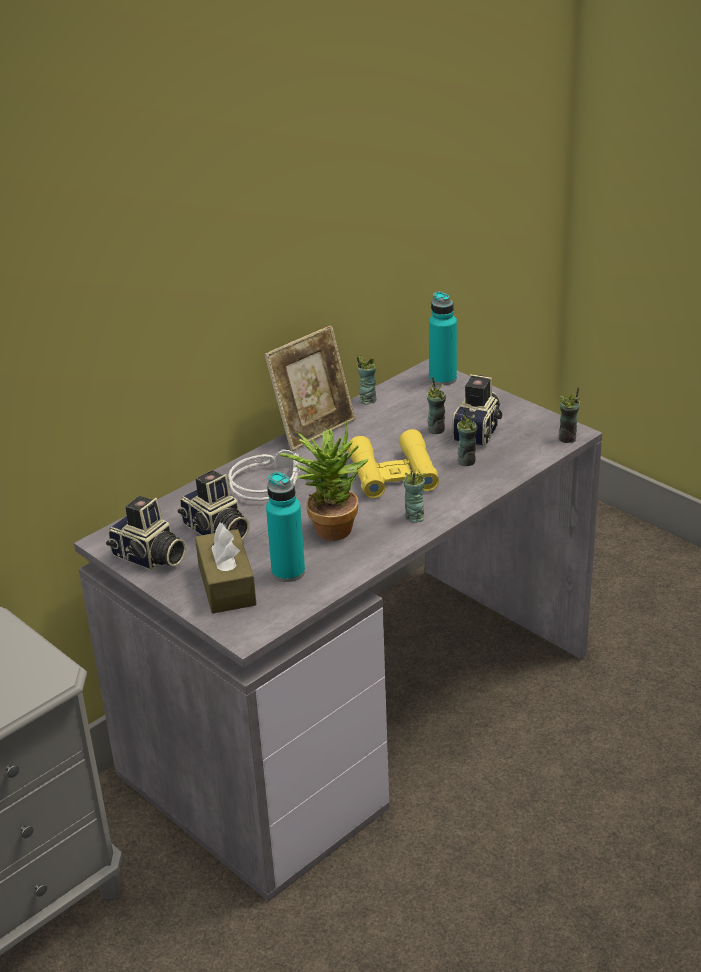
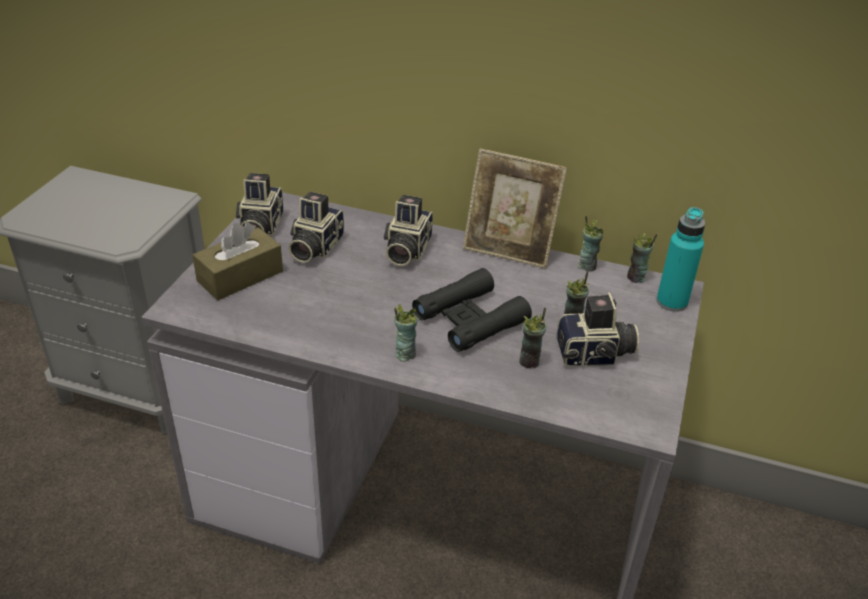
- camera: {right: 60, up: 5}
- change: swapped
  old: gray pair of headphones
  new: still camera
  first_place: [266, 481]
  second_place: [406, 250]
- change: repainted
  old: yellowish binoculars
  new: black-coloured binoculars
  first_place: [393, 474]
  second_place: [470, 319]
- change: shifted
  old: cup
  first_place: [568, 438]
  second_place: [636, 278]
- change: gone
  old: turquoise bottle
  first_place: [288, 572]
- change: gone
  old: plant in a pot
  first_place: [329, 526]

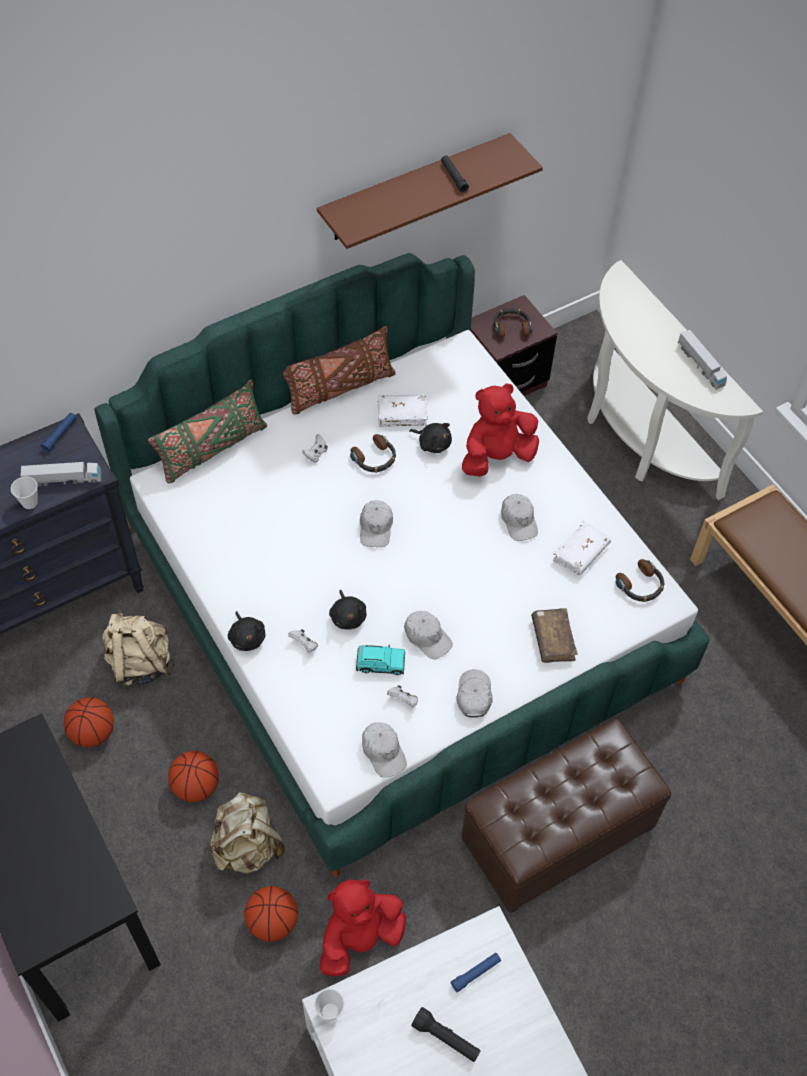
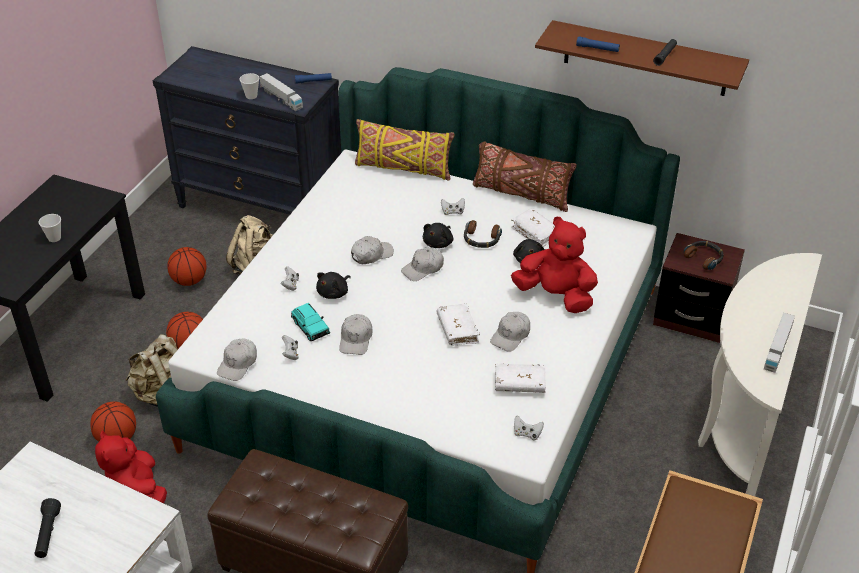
- camera: {right: 55, up: -15}
- change: shifted
  old: cup
  first_place: [330, 1011]
  second_place: [54, 238]
- change: rotated
  old: red cuddly toy
  first_place: [360, 938]
  second_place: [138, 491]
  degrees: -135
- change: shifted
  old: whitish baseball cap
  first_place: [474, 696]
  second_place: [371, 255]
- change: repainted
  old: green-coloured cushion
  new: yellowish cushion
  first_place: [212, 450]
  second_place: [403, 168]
- change: shifted
  old: black-coloured cuddly toy
  first_place: [247, 637]
  second_place: [439, 243]
- change: new
  new: whitish volume
  second_place: [457, 330]
- change: swapped
  old: pair of headphones
  new: whitish game controller
  first_place: [640, 585]
  second_place: [527, 434]
- change: shifted
  old: bluish torch
  first_place: [476, 973]
  second_place: [597, 48]
- change: gone
  old: brown volume
  first_place: [553, 639]

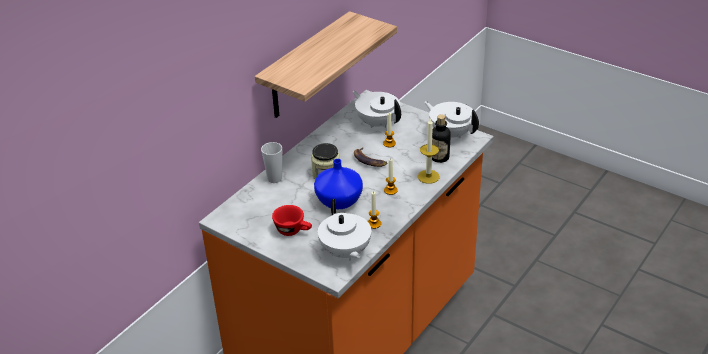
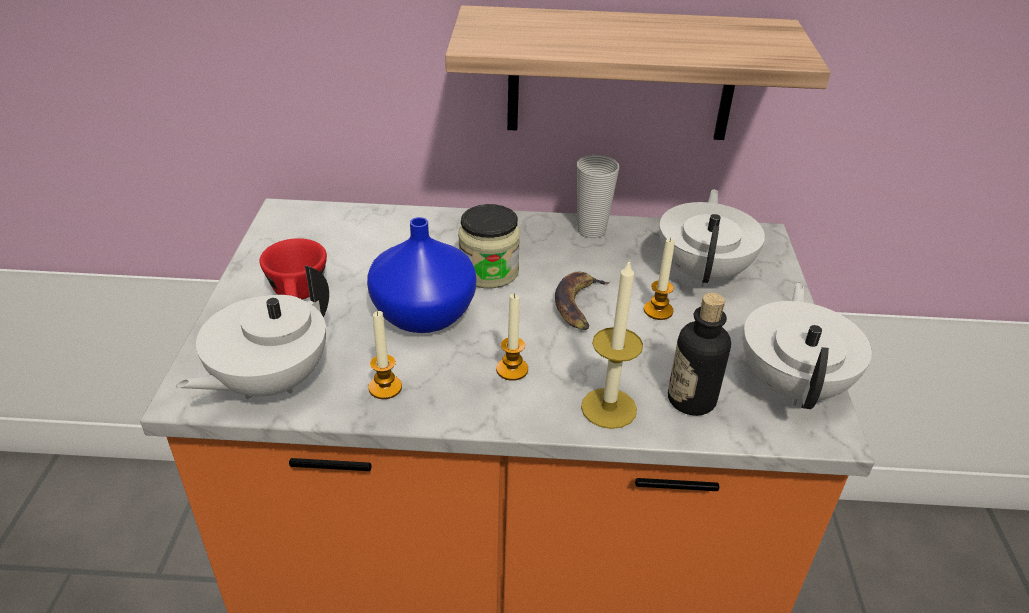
- camera: {right: 55, up: 0}
- change: shifted
  old: cup
  first_place: [274, 178]
  second_place: [591, 230]

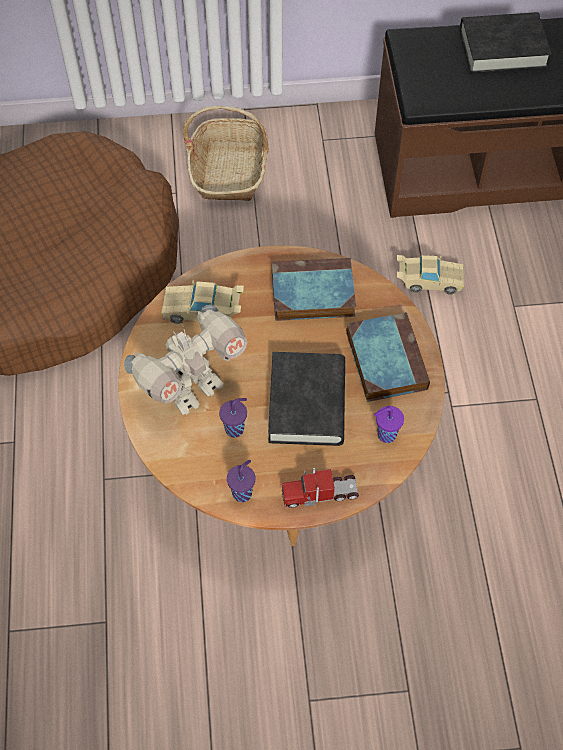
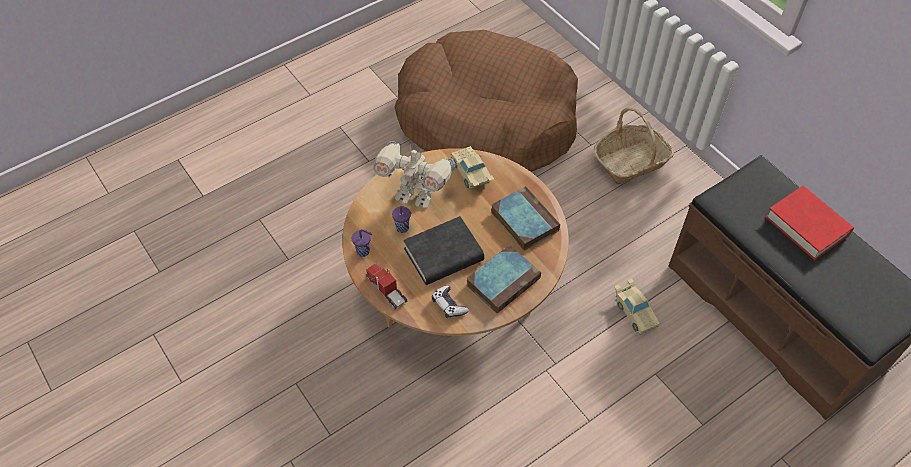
- camera: {right: 60, up: -5}
- change: swapped
  old: purplish cup
  new: game controller
  first_place: [385, 435]
  second_place: [449, 305]
- change: repainted
  old: black-coloured volume
  new: red volume
  first_place: [502, 48]
  second_place: [806, 226]

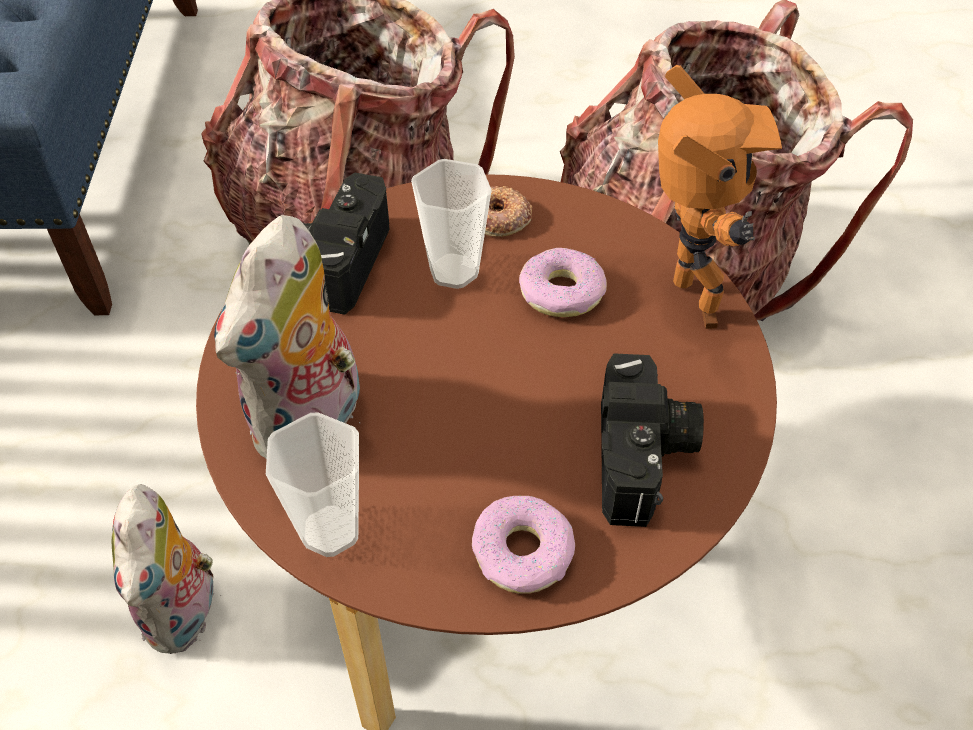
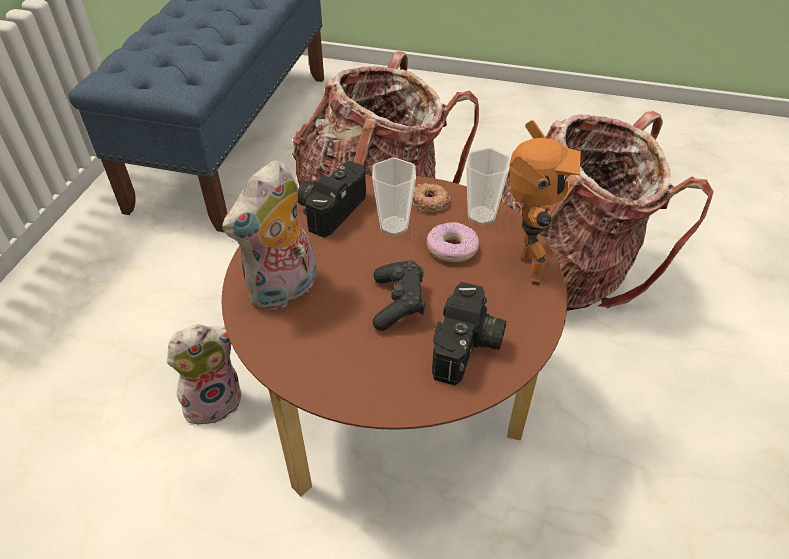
- camera: {right: 15, up: -5}
- change: rotated
  old: cuddly toy
  first_place: [186, 613]
  second_place: [214, 400]
  degrees: -135
- change: new
  new: black-coloured game controller
  second_place: [398, 303]
- change: shifted
  old: cup
  first_place: [330, 530]
  second_place: [481, 215]
- change: gone
  old: doughnut
  first_place: [523, 552]

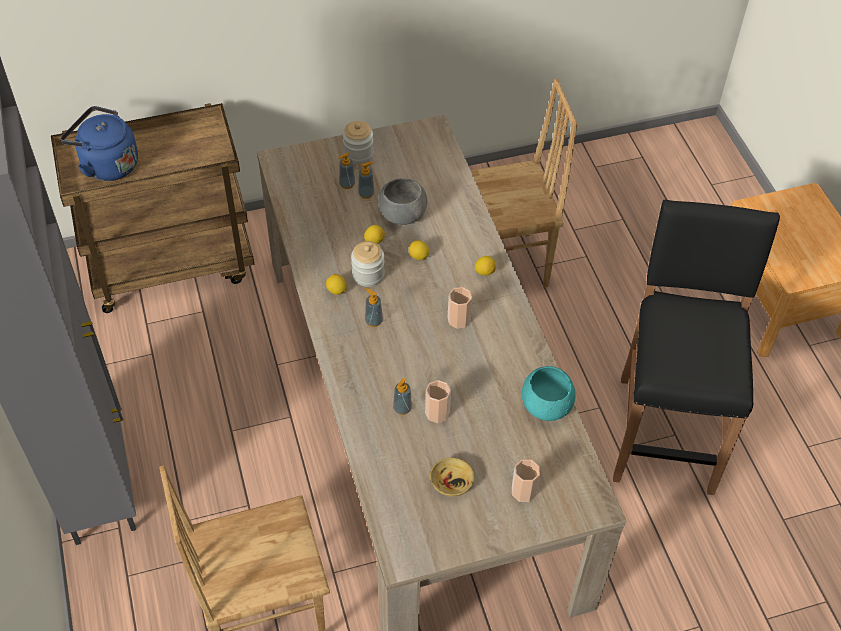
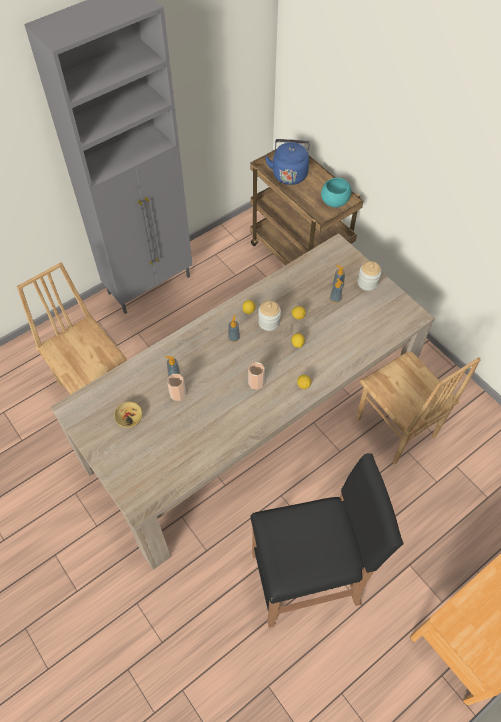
- camera: {right: 70, up: 5}
- change: shifted
  old: turquoise deep dish
  first_place: [546, 406]
  second_place: [335, 202]
- change: gone
  old: gray deep dish
  first_place: [402, 215]
- change: gone
  old: cup
  first_place: [523, 491]

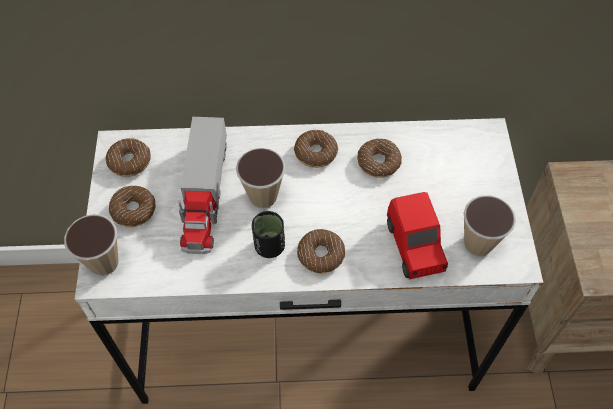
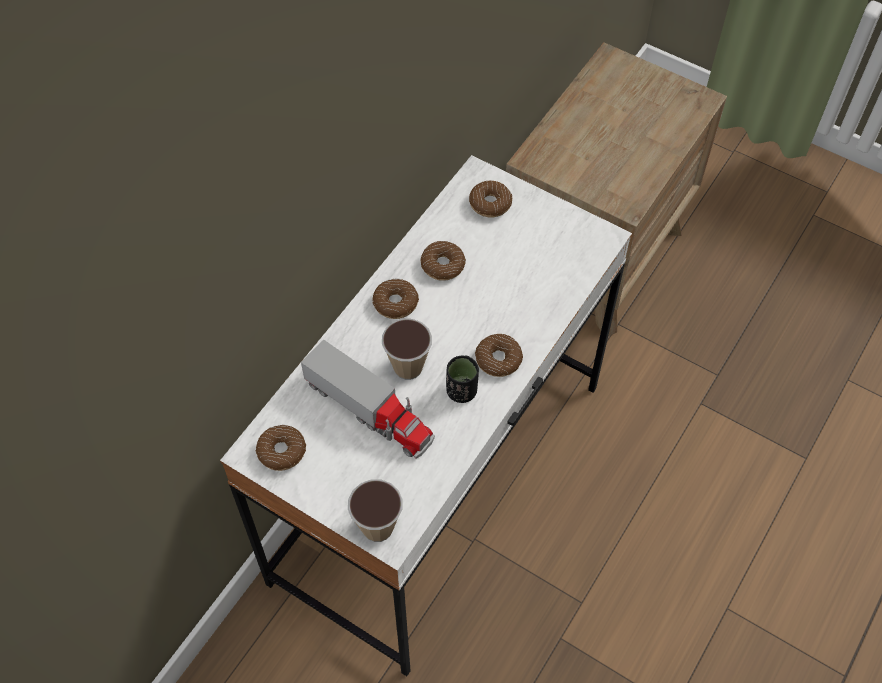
- camera: {right: -55, up: 0}
- change: shifted
  old: doughnut
  first_place: [133, 210]
  second_place: [490, 203]
- change: gone
  old: red miniature car
  first_place: [414, 247]
- change: gone
  old: cup
  first_place: [478, 243]

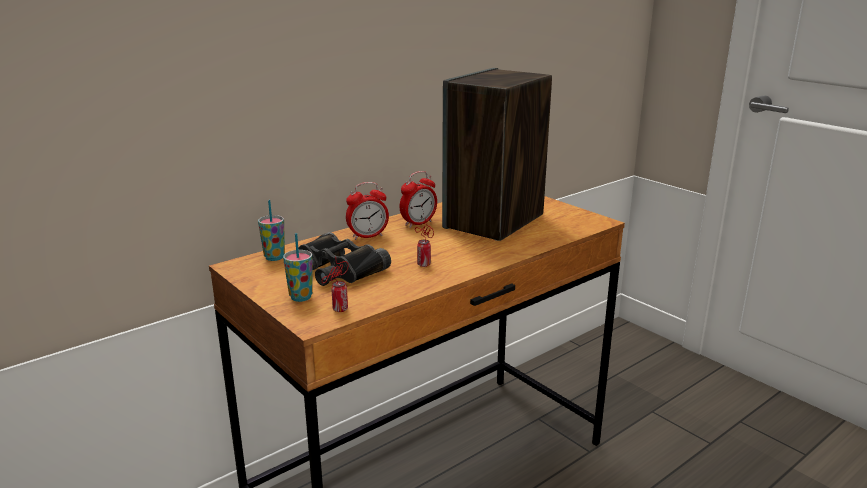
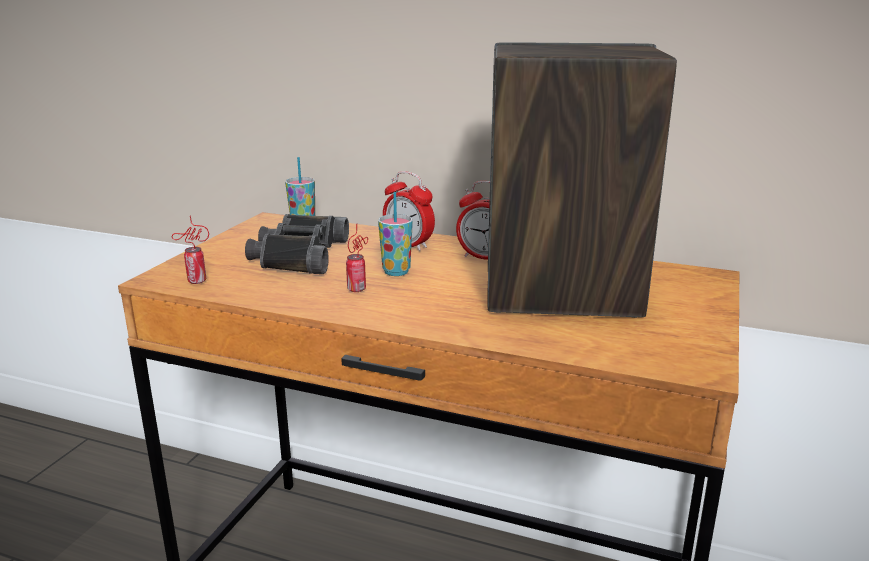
- camera: {right: 60, up: 0}
- change: shifted
  old: cup
  first_place: [301, 297]
  second_place: [396, 272]

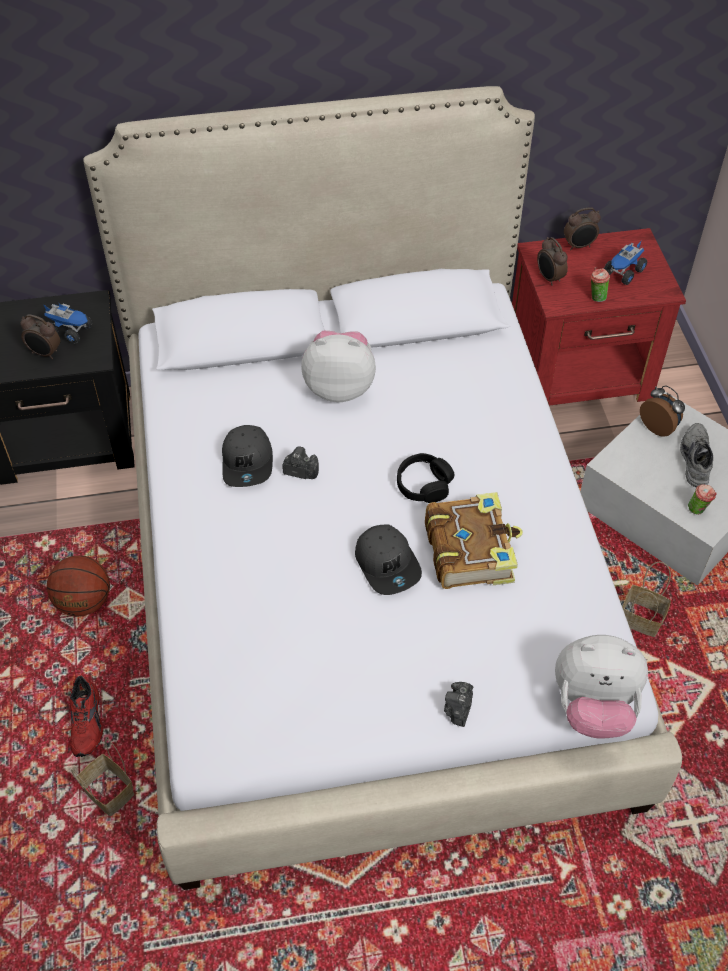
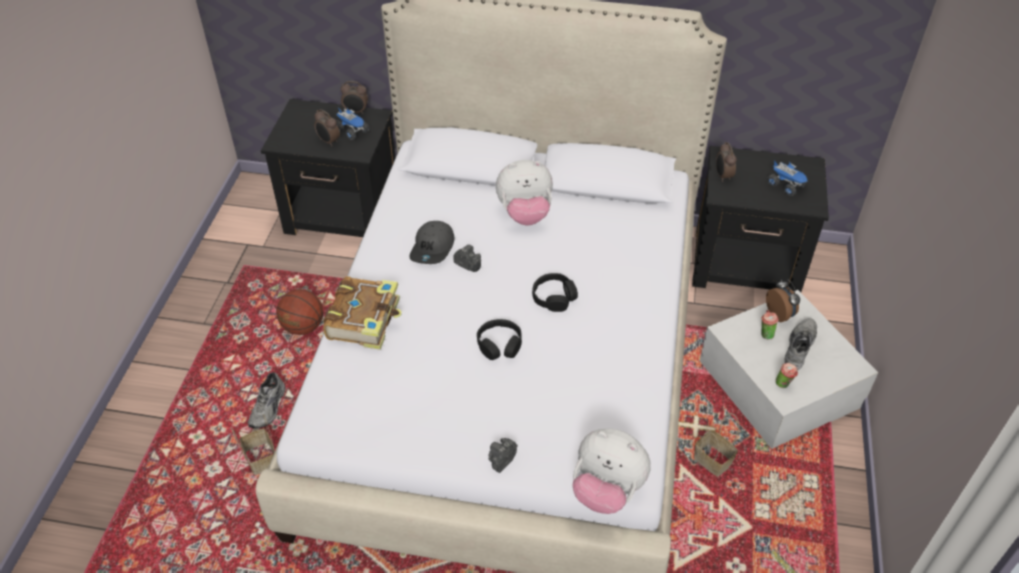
- camera: {right: 20, up: -5}
- change: repainted
  old: red item of footwear
  new: gray item of footwear
  first_place: [88, 722]
  second_place: [269, 407]
- change: shifted
  old: volume
  first_place: [470, 550]
  second_place: [365, 319]
- change: shifted
  old: bedside clock
  first_place: [579, 246]
  second_place: [356, 112]
- change: swapped
  old: gray baseball cap
  new: black-coloured pair of headphones
  first_place: [388, 564]
  second_place: [499, 344]
- change: rotated
  old: cuddly toy
  first_place: [339, 386]
  second_place: [525, 214]
  degrees: 150
- change: repainted
  old: red nightstand
  new: black-coloured nightstand
  first_place: [580, 373]
  second_place: [747, 265]
- change: shifted
  old: cup
  first_place: [596, 297]
  second_place: [765, 334]
- change: rotated
  old: toy lorry
  first_place: [624, 272]
  second_place: [786, 186]
  degrees: -105

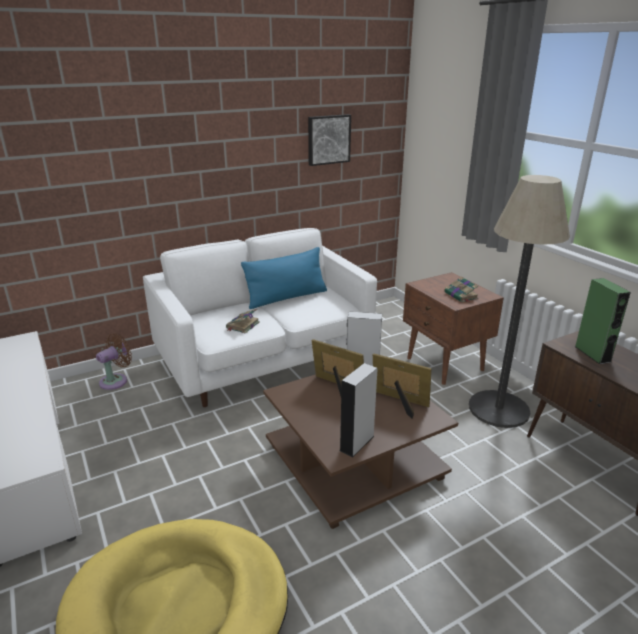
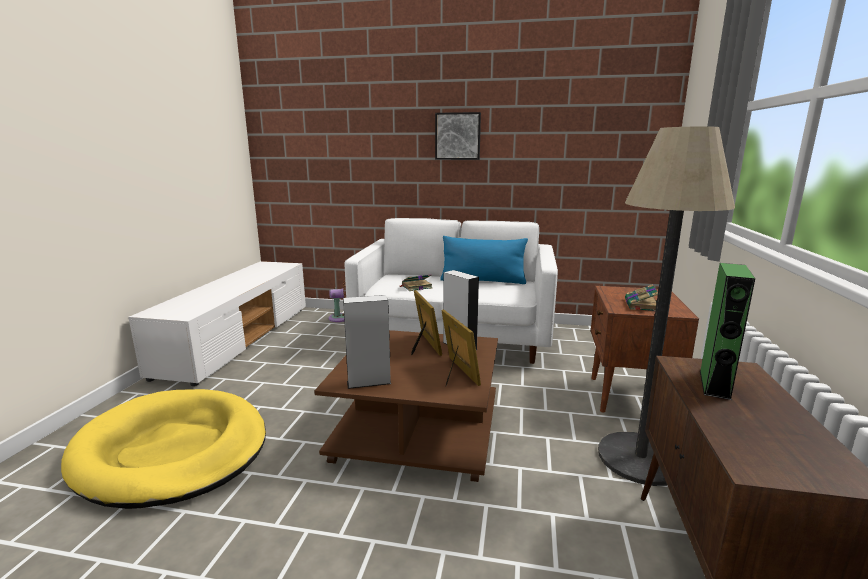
- camera: {right: 40, up: -10}
- change: shifted
  old: wall art
  first_place: [328, 139]
  second_place: [458, 136]

